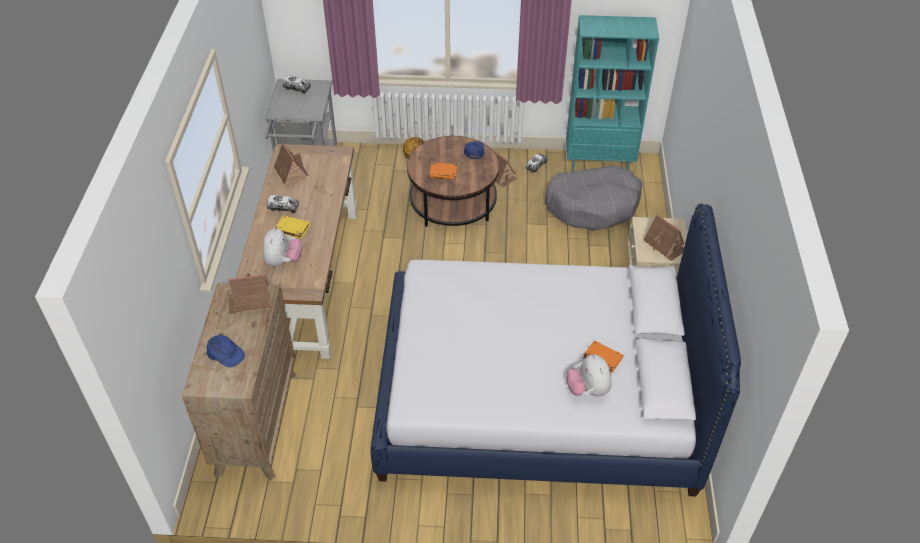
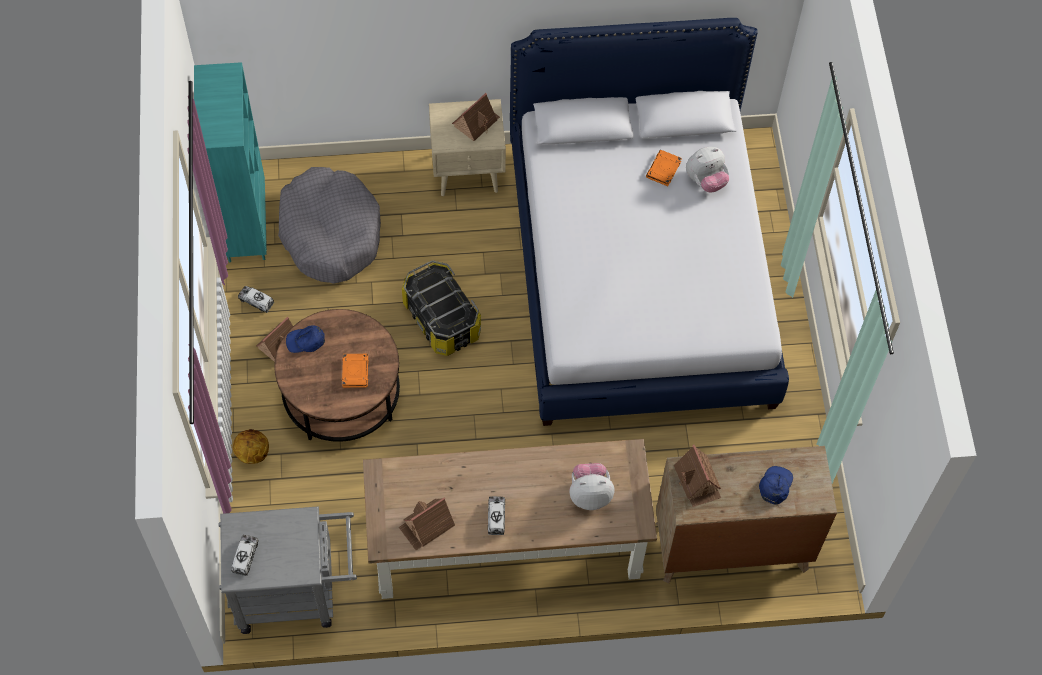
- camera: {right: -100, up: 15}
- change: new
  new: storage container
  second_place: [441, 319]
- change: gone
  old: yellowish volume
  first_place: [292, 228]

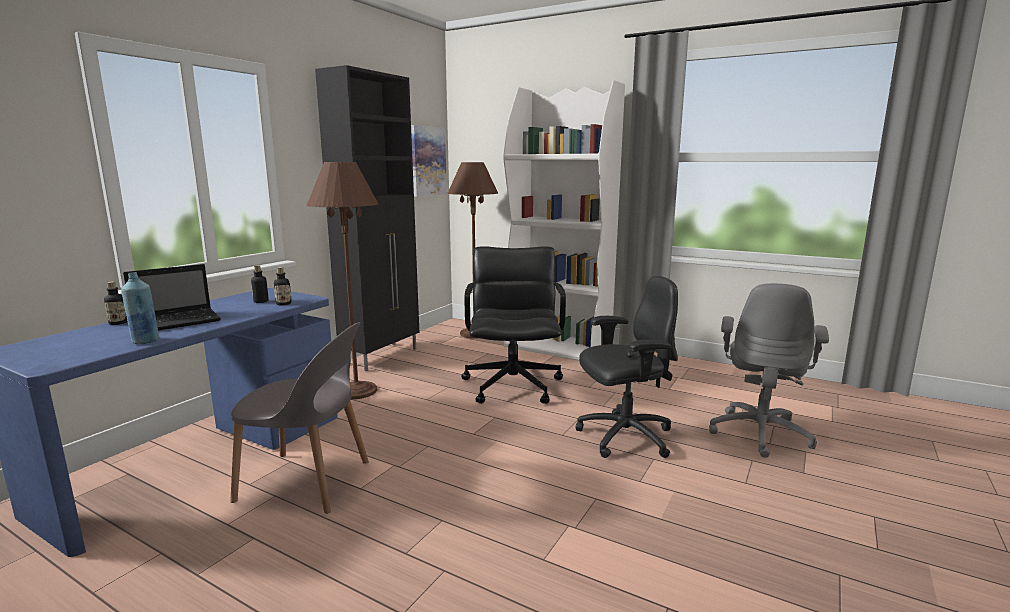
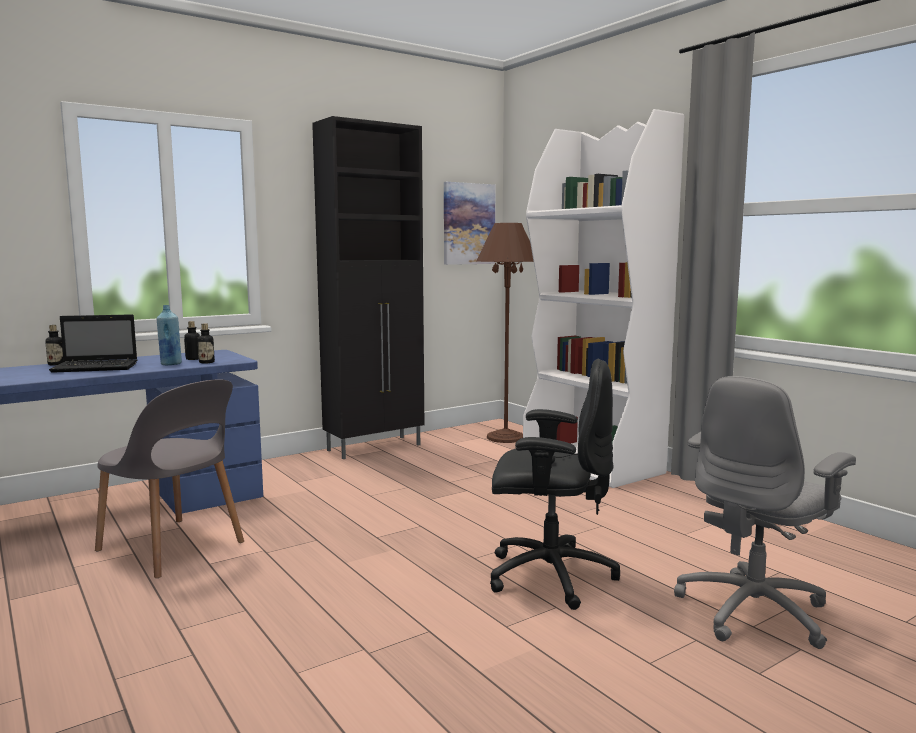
- camera: {right: 25, up: -5}
- change: shifted
  old: bluish bottle
  first_place: [145, 341]
  second_place: [170, 364]
- change: gone
  old: brown floor lamp
  first_place: [356, 391]
- change: gone
  old: black-coloured desk chair
  first_place: [513, 385]

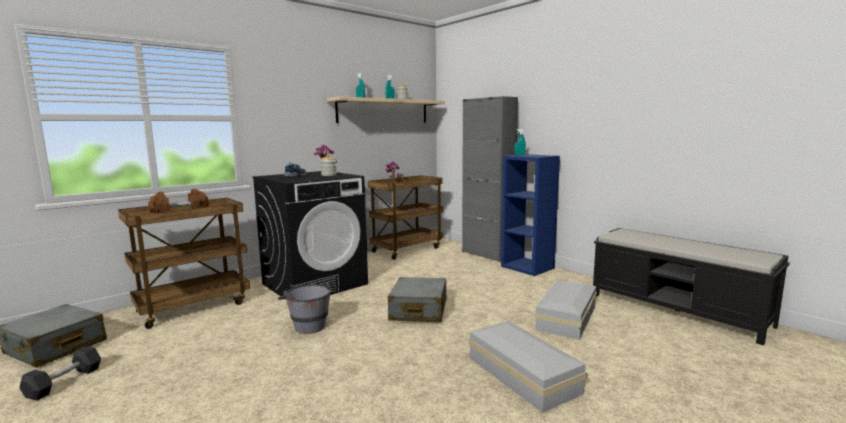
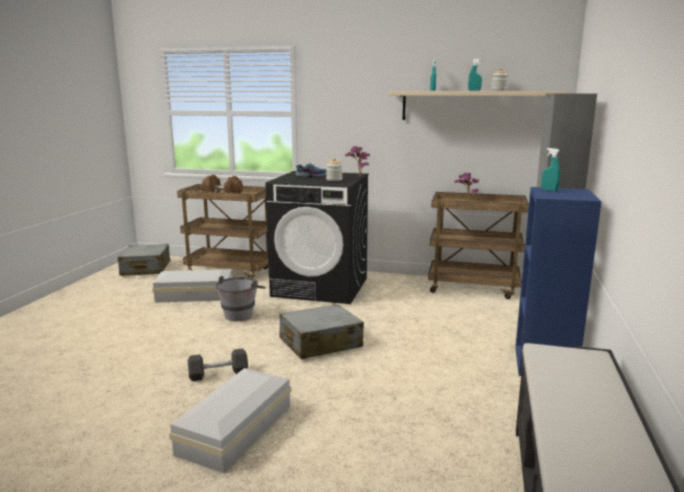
- camera: {right: 55, up: 5}
- change: shifted
  old: whitish storage container
  first_place: [565, 318]
  second_place: [193, 294]
- change: shifted
  old: gray dumbbell
  first_place: [64, 382]
  second_place: [218, 374]

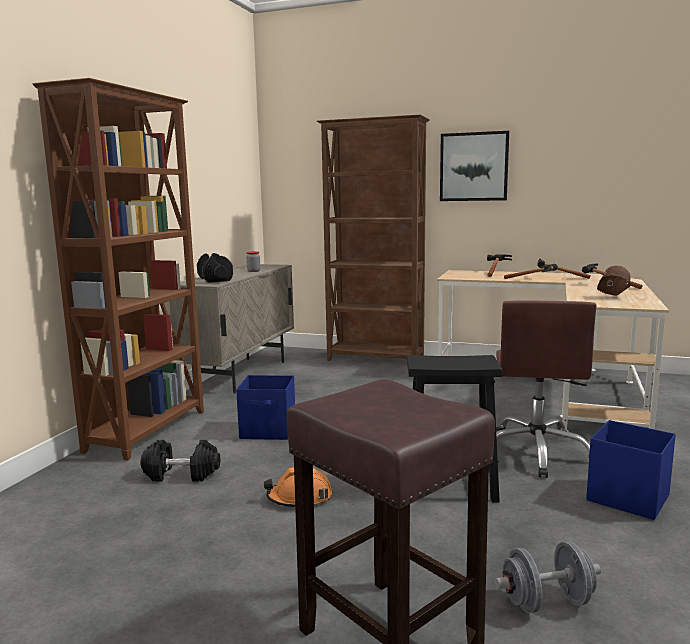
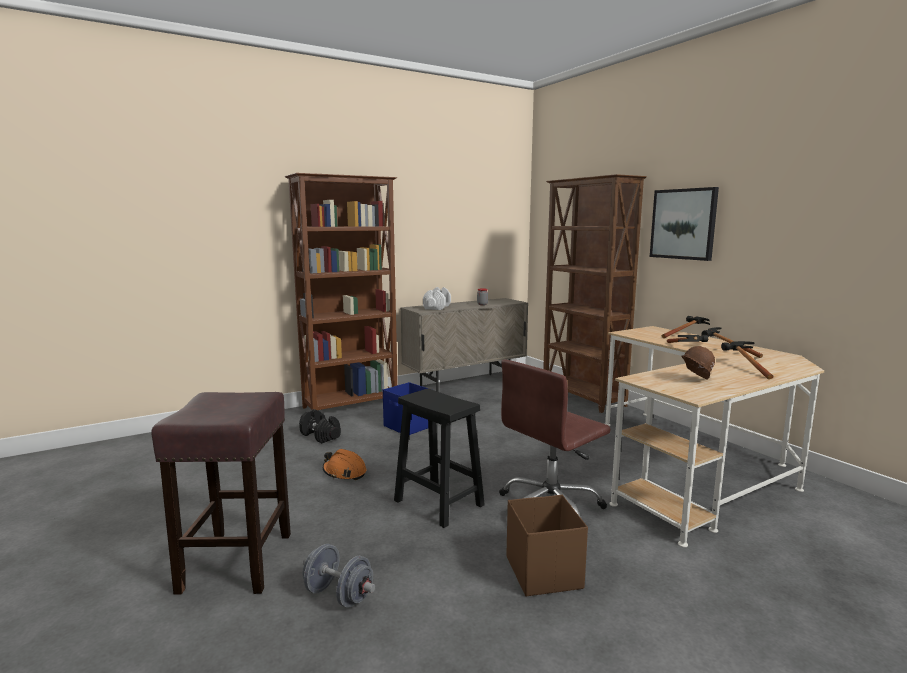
- camera: {right: 40, up: 0}
- change: repainted
  old: black-coloured dumbbell
  new: whitish dumbbell
  first_place: [215, 279]
  second_place: [437, 307]
- change: repainted
  old: bluish storage container
  new: brown storage container
  first_place: [626, 497]
  second_place: [543, 572]

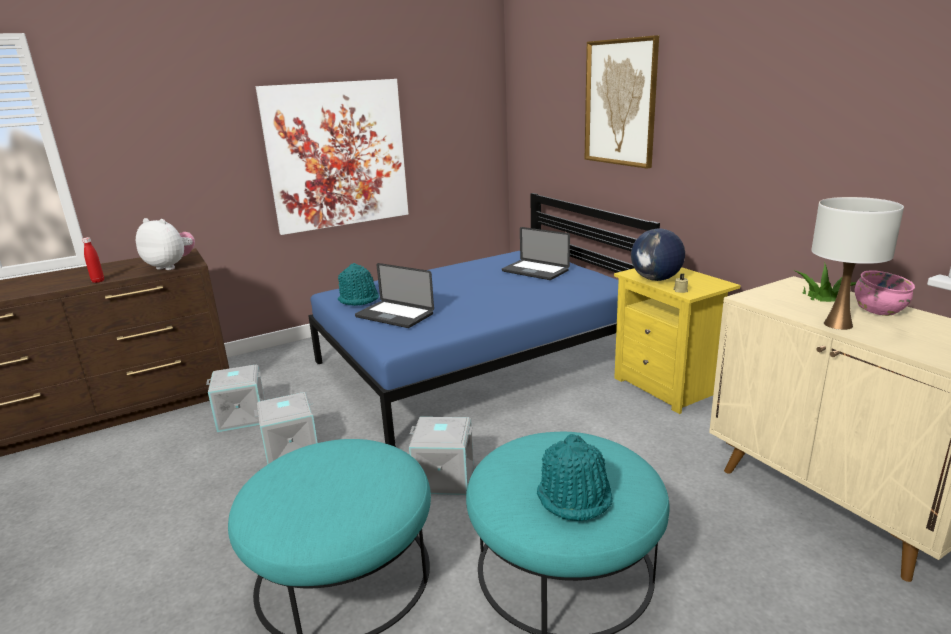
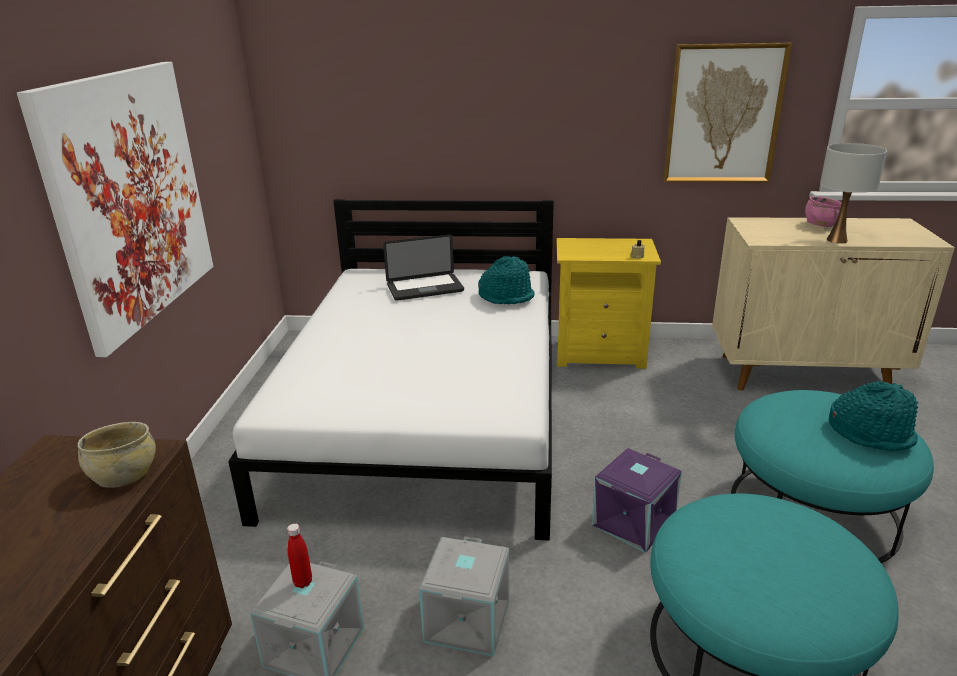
- camera: {right: -55, up: 5}
- change: swapped
  old: cuddly toy
  new: sand-coloured deep dish
  first_place: [171, 266]
  second_place: [125, 475]
- change: repainted
  old: bluish sleeping bed
  new: whitish sleeping bed
  first_place: [479, 361]
  second_place: [427, 414]
- change: shifted
  old: red bottle
  first_place: [98, 281]
  second_place: [303, 582]
- change: shifted
  old: turquoise wearable hat
  first_place: [359, 299]
  second_place: [507, 296]
- change: repainted
  old: gray storage container
  new: purplish storage container
  first_place: [443, 478]
  second_place: [634, 523]
- change: shifted
  old: wall art
  first_place: [620, 103]
  second_place: [723, 115]
- change: gone
  old: notebook computer
  first_place: [394, 315]
- change: gone
  old: world globe
  first_place: [656, 279]
- change: gone
  old: plant in a pot
  first_place: [824, 296]

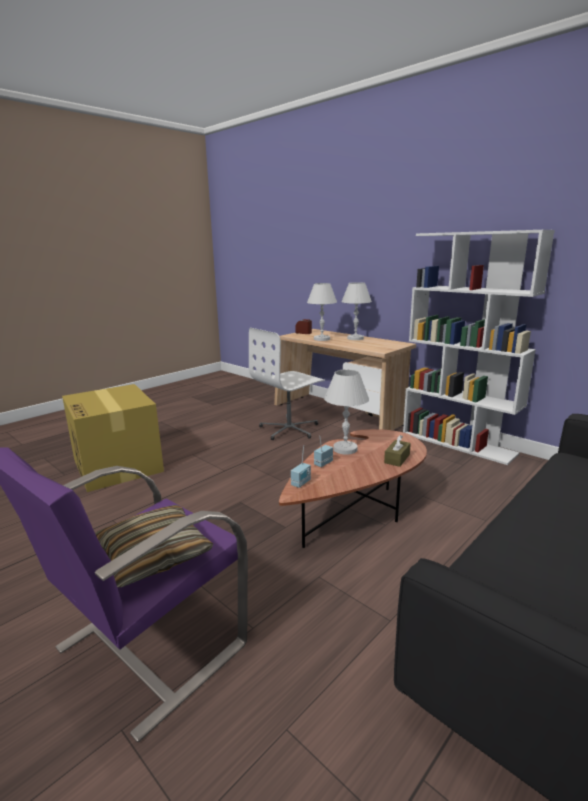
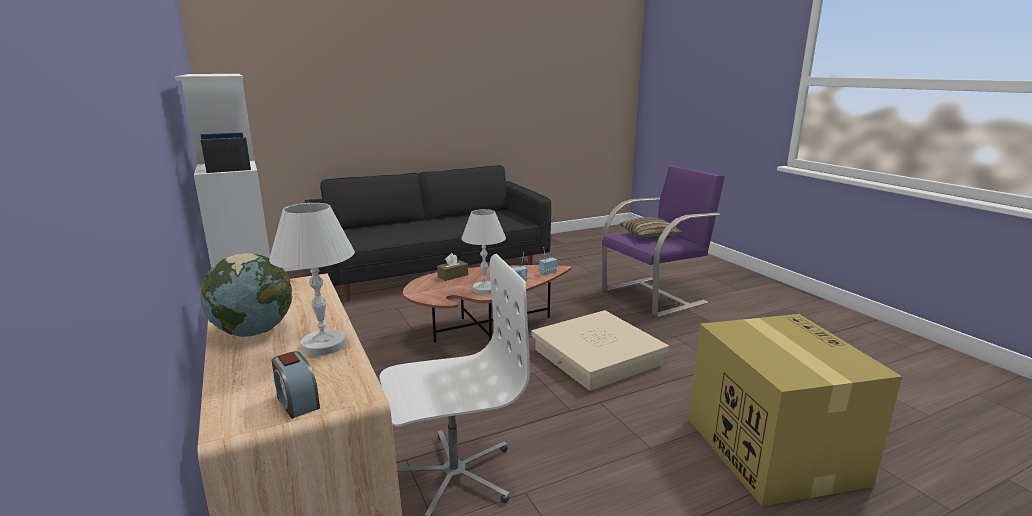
- camera: {right: -160, up: 0}
- change: swapped
  old: whitish table lamp
  new: world globe
  first_place: [355, 338]
  second_place: [254, 331]
- change: new
  new: sand-coloured storage container
  second_place: [596, 356]

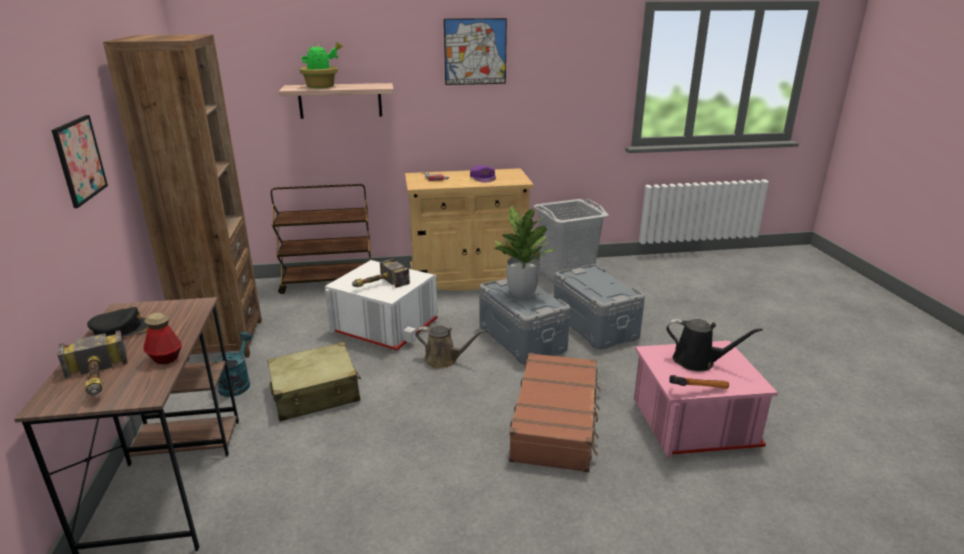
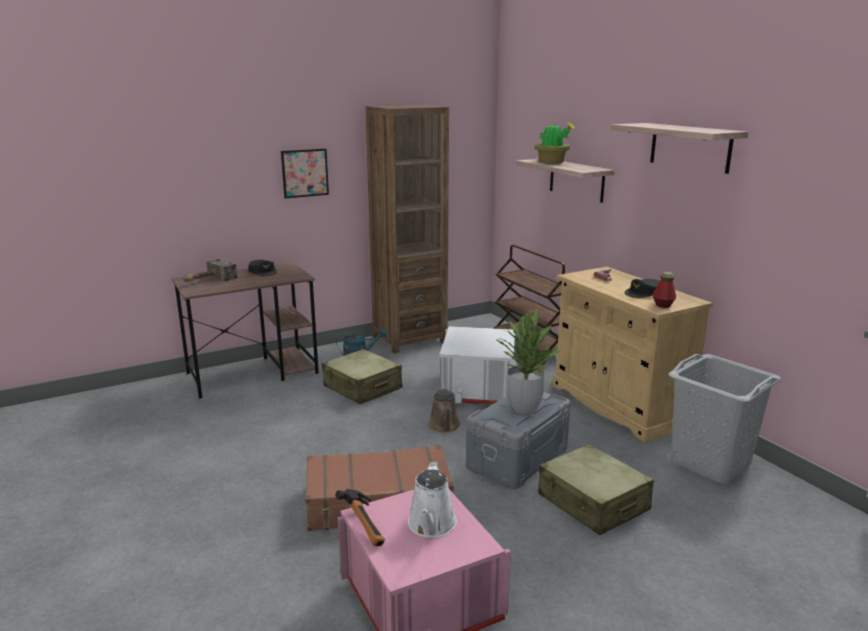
- camera: {right: 70, up: -5}
- change: repainted
  old: black-coloured sprinkling can
  new: whitish sprinkling can
  first_place: [698, 361]
  second_place: [431, 526]
- change: swapped
  old: gray storage container
  new: sand-coloured suitcase
  first_place: [595, 326]
  second_place: [593, 503]
- change: swapped
  old: wall art
  new: bracket shelf
  first_place: [475, 51]
  second_place: [690, 147]
- change: repainted
  old: purplish baseball cap
  new: black-coloured baseball cap
  first_place: [483, 177]
  second_place: [643, 293]
- change: shifted
  old: bottle
  first_place: [165, 358]
  second_place: [663, 305]
- change: gone
  old: hammer
  first_place: [377, 285]

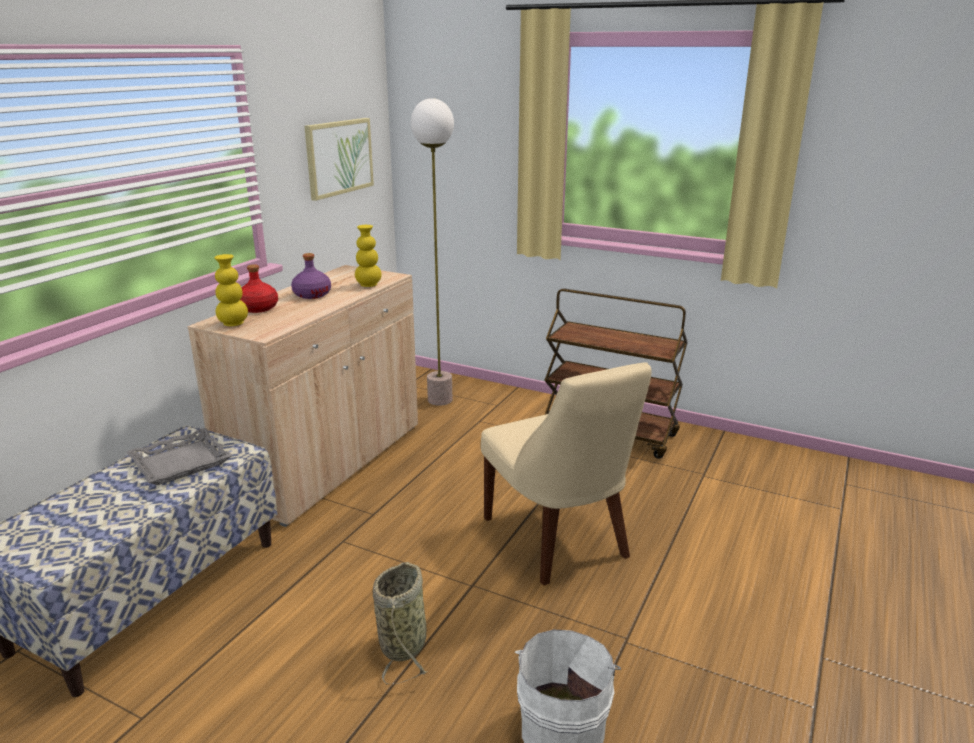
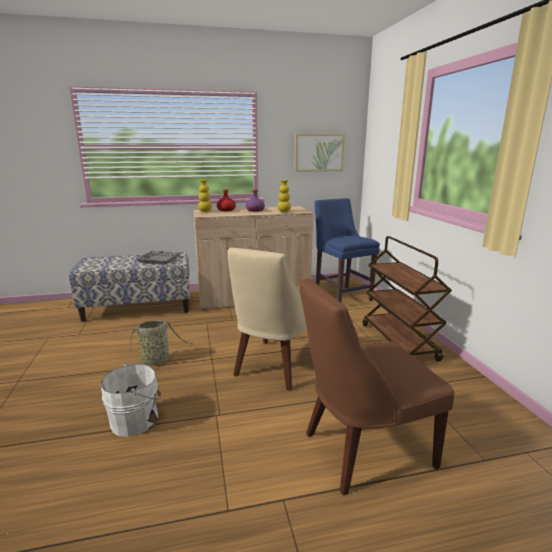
- camera: {right: 50, up: -5}
- change: new
  new: brown upright chair
  second_place: [362, 450]
- change: swapped
  old: floor lamp
  new: bluish upright chair
  first_place: [439, 400]
  second_place: [341, 295]

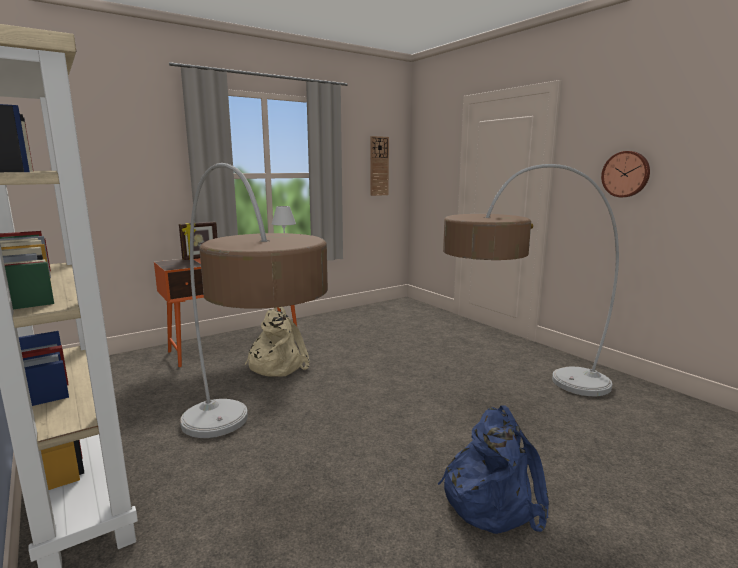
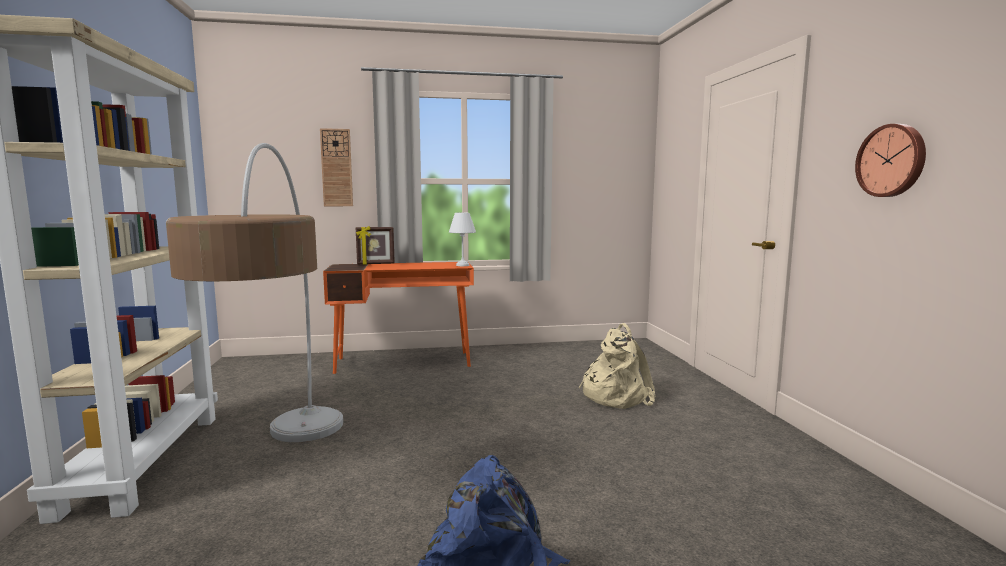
- camera: {right: 25, up: -5}
- change: shifted
  old: clock on the wall
  first_place: [379, 166]
  second_place: [336, 168]
- change: shifted
  old: sand-coloured knapsack
  first_place: [277, 365]
  second_place: [615, 396]
- change: gone
  old: floor lamp
  first_place: [522, 398]

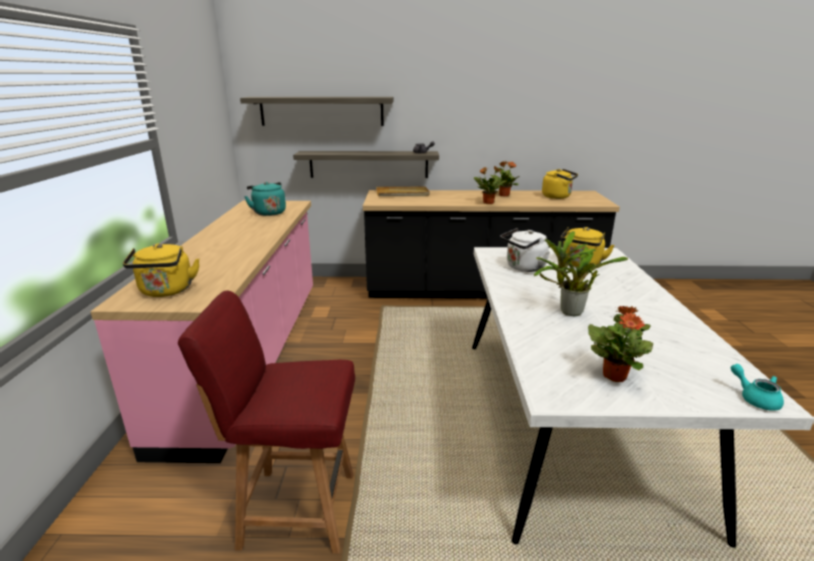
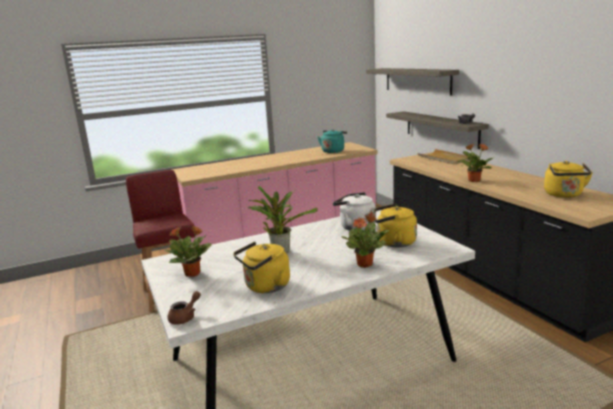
- camera: {right: 65, up: -5}
- change: repainted
  old: turquoise teapot
  new: brown teapot
  first_place: [755, 398]
  second_place: [185, 317]
- change: shifted
  old: yellowish kettle
  first_place: [166, 291]
  second_place: [265, 287]
- change: shifted
  old: plant in a pot
  first_place: [503, 195]
  second_place: [365, 264]

